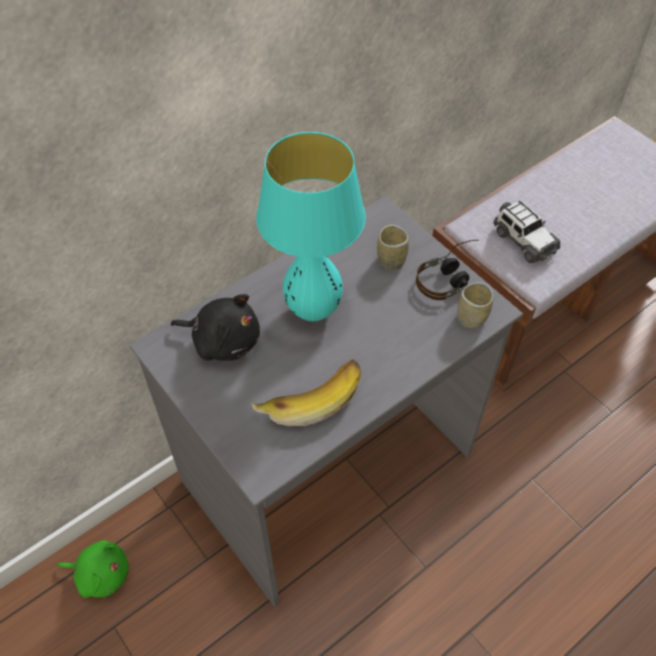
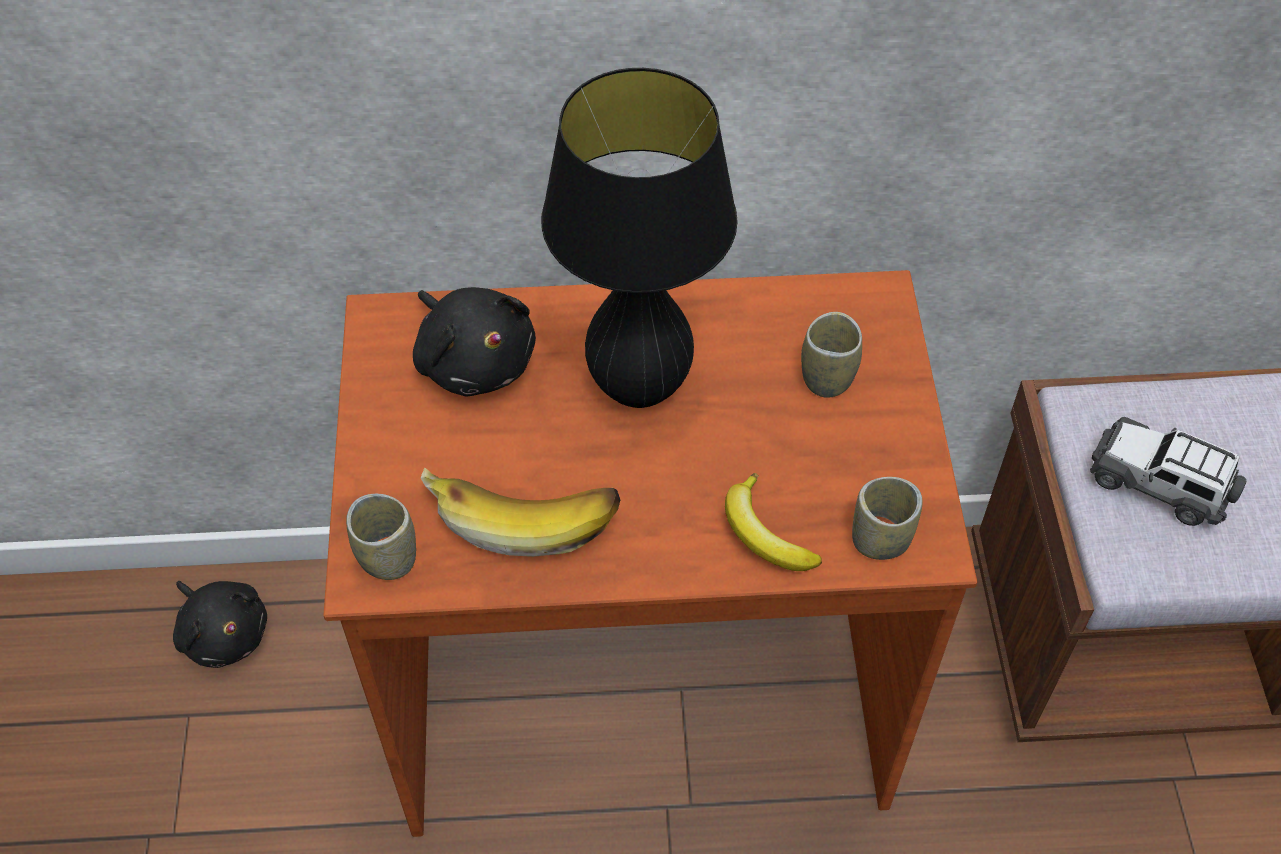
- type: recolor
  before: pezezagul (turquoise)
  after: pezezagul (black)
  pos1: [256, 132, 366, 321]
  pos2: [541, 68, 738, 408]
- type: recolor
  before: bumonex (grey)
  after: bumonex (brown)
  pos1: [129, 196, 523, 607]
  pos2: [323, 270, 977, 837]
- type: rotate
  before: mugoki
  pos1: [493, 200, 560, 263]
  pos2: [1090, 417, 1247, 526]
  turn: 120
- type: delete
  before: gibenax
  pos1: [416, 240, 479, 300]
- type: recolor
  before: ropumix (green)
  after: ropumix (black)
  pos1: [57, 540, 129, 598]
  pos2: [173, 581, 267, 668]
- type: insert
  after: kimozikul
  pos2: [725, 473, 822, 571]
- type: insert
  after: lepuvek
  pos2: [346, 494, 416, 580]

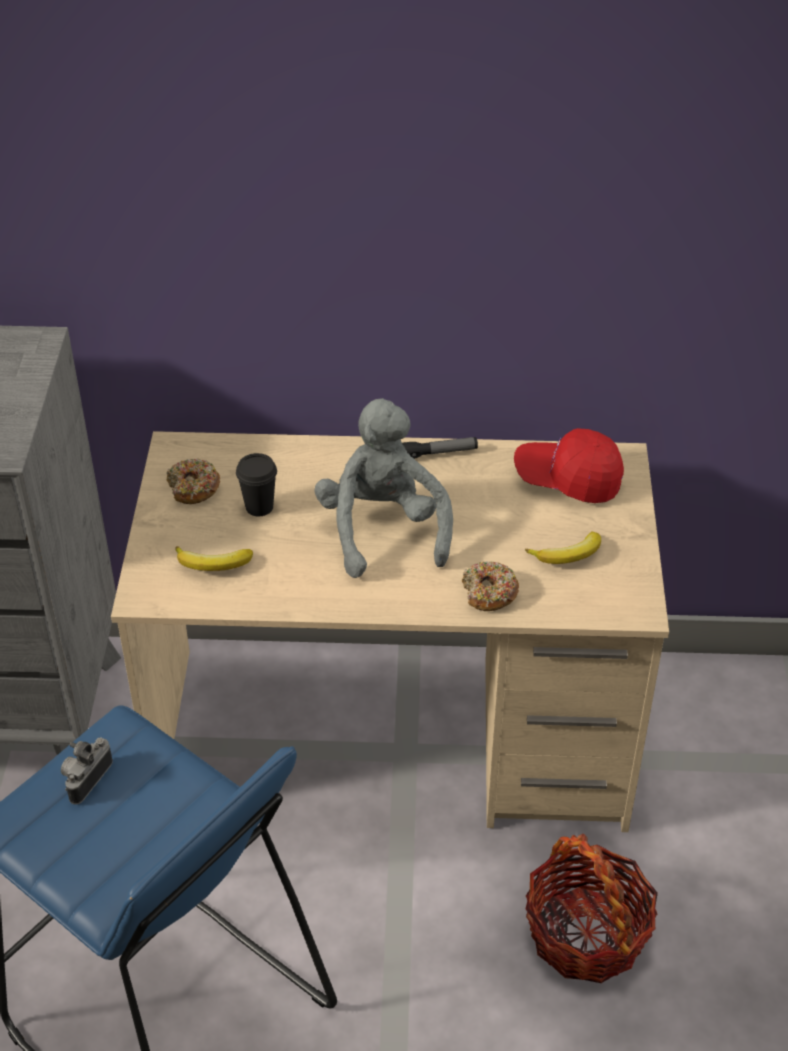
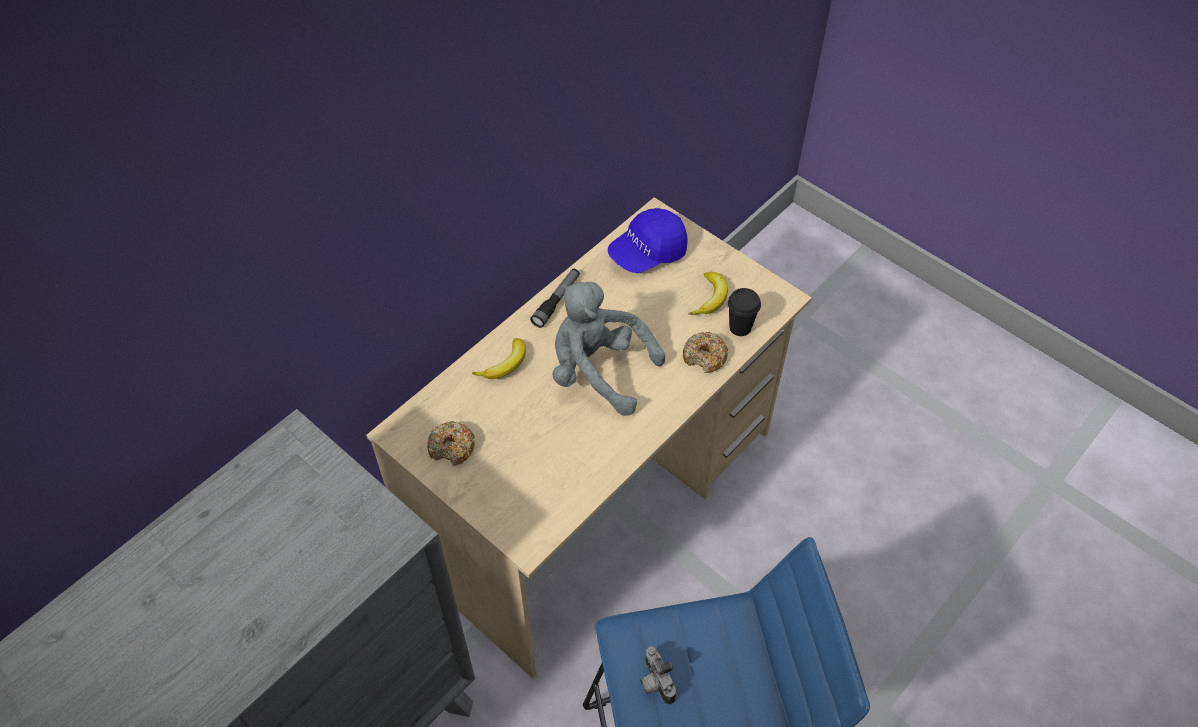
- type: recolor
  before: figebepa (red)
  after: figebepa (blue)
  pos1: [514, 428, 624, 503]
  pos2: [608, 208, 688, 273]
- type: move
  before: lepuvek (black)
  pos1: [236, 453, 277, 516]
  pos2: [728, 288, 761, 336]
- type: move
  before: kimozikul
  pos1: [175, 546, 253, 571]
  pos2: [472, 338, 526, 379]
- type: delete
  before: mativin
  pos1: [526, 834, 658, 983]

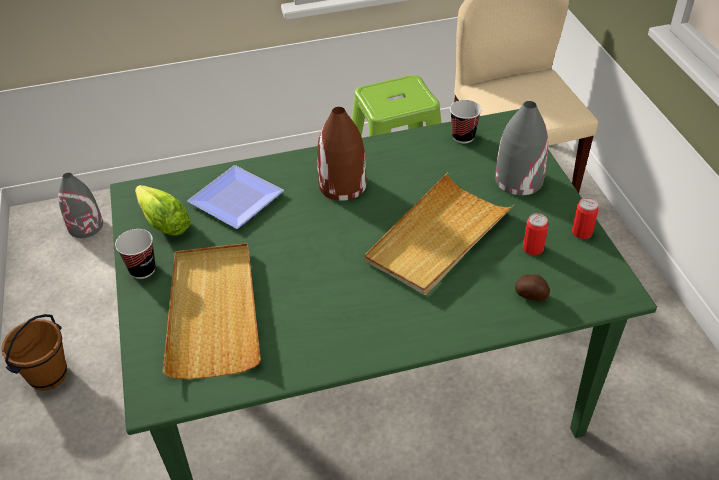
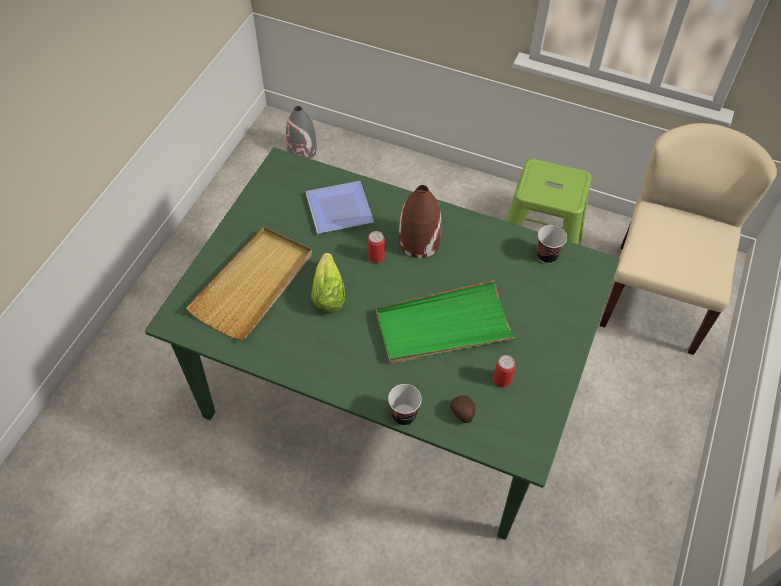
- type: delete
  before: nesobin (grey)
  pos1: [495, 101, 548, 195]
- type: recolor
  before: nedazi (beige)
  after: nedazi (green)
  pos1: [364, 173, 514, 296]
  pos2: [376, 280, 517, 364]
- type: move
  before: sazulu
  pos1: [135, 185, 191, 236]
  pos2: [311, 253, 345, 313]
- type: move
  before: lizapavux
  pos1: [572, 198, 599, 239]
  pos2: [368, 231, 385, 263]
- type: move
  before: lepuvek
  pos1: [115, 229, 156, 279]
  pos2: [388, 384, 422, 426]
- type: delete
  before: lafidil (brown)
  pos1: [1, 314, 67, 391]

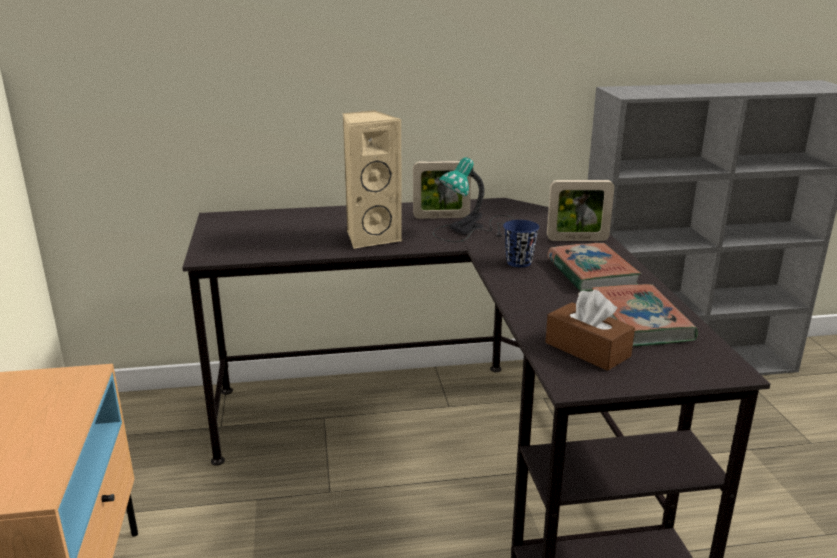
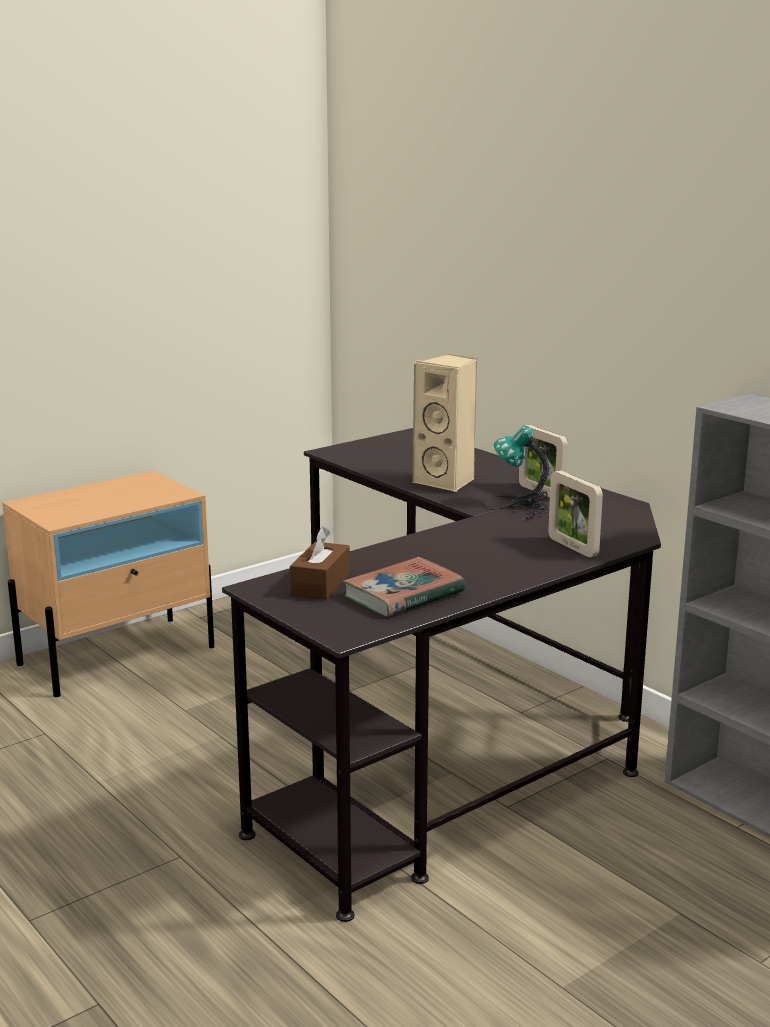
- type: delete
  before: lepuvek (blue)
  pos1: [503, 220, 539, 267]
- type: delete
  before: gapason
  pos1: [547, 243, 641, 292]

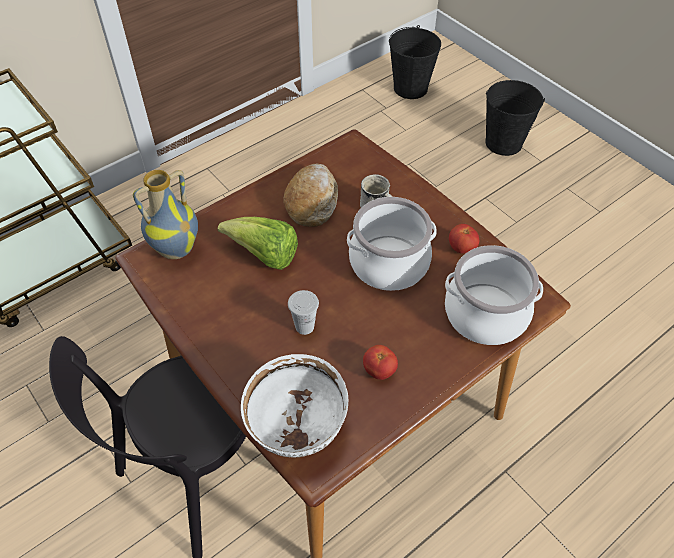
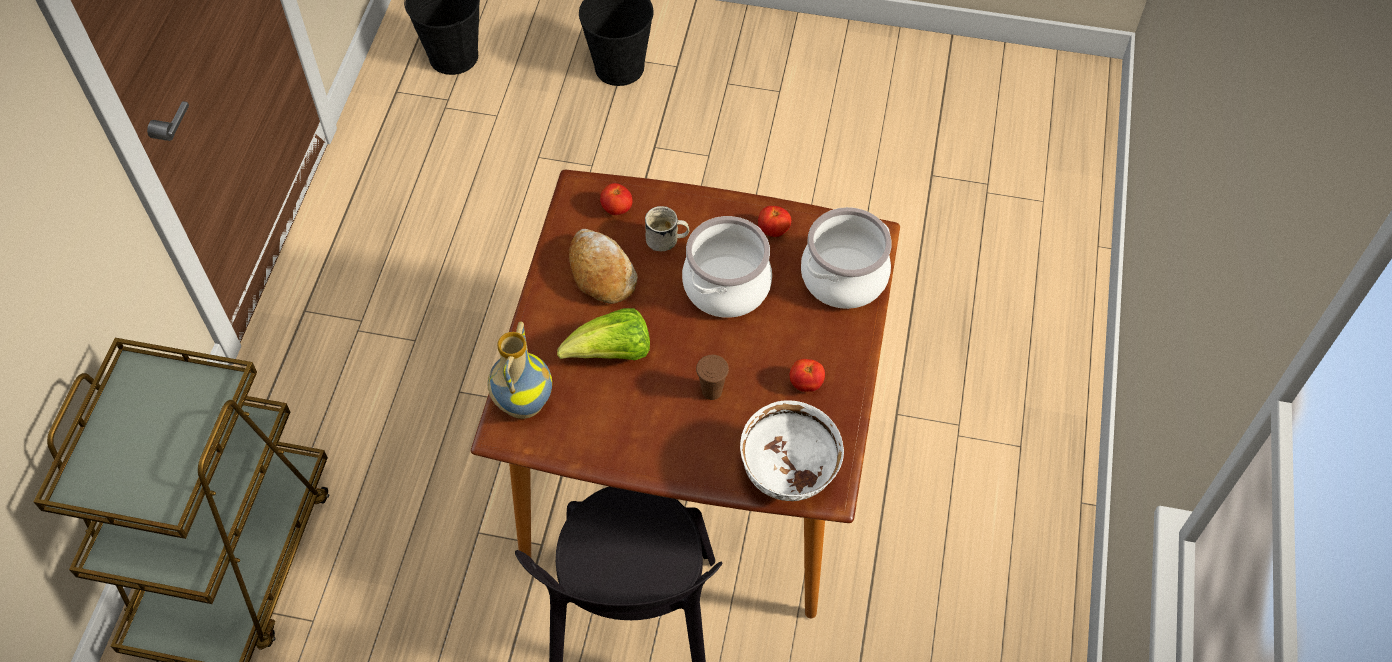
- type: recolor
  before: lepuvek (white)
  after: lepuvek (brown)
  pos1: [288, 290, 319, 335]
  pos2: [696, 355, 729, 400]
- type: insert
  after: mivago
  pos2: [600, 183, 633, 215]

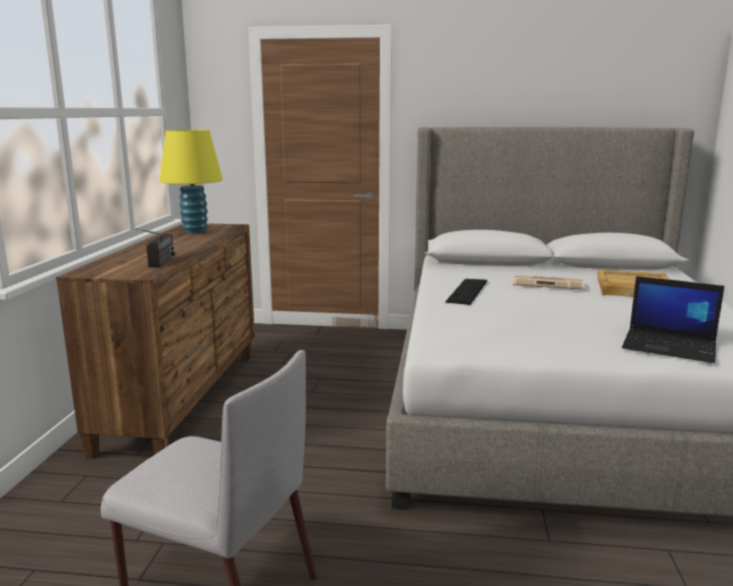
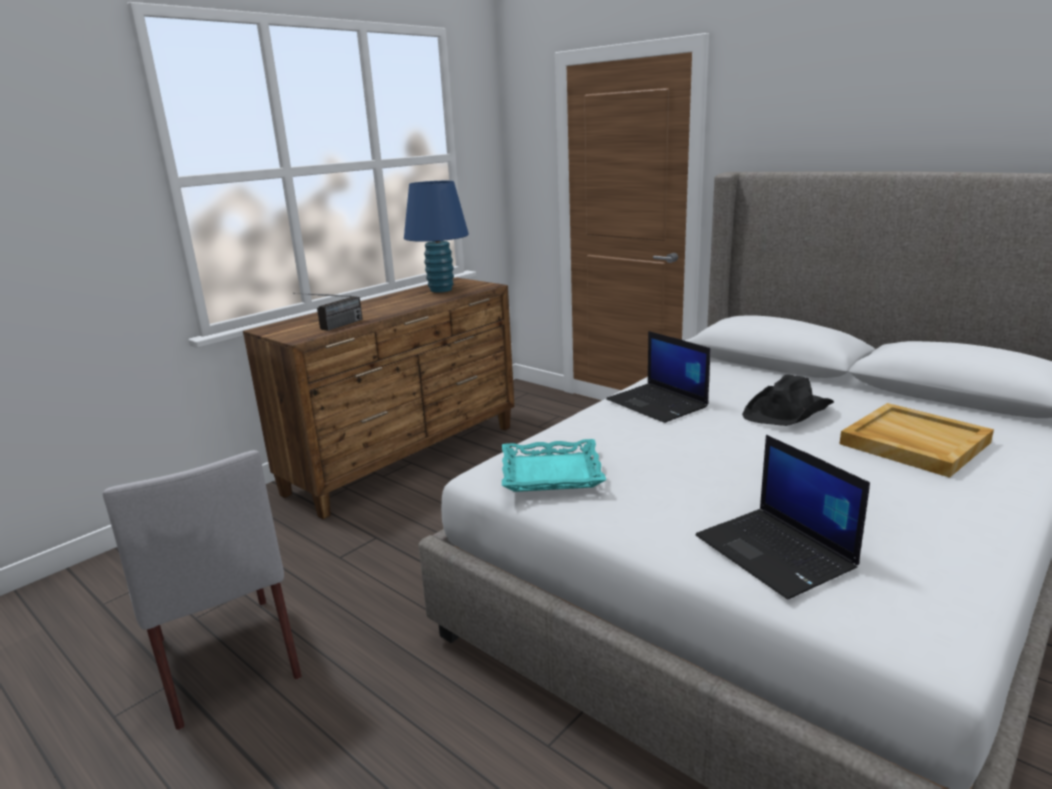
- type: recolor
  before: pezezagul (yellow)
  after: pezezagul (blue)
  pos1: [159, 130, 223, 234]
  pos2: [404, 181, 469, 293]
- type: replace
  before: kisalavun
  after: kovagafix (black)
  pos1: [513, 275, 585, 290]
  pos2: [742, 375, 834, 426]
- type: replace
  before: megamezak
  after: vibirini
  pos1: [445, 279, 487, 305]
  pos2: [606, 331, 710, 423]
- type: insert
  after: nedazi (turquoise)
  pos2: [502, 439, 606, 492]

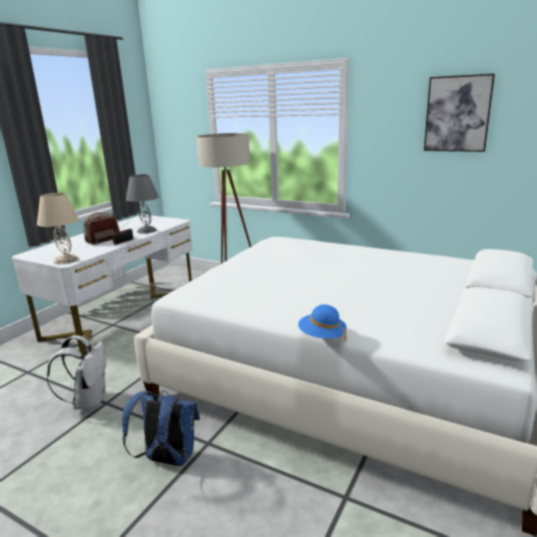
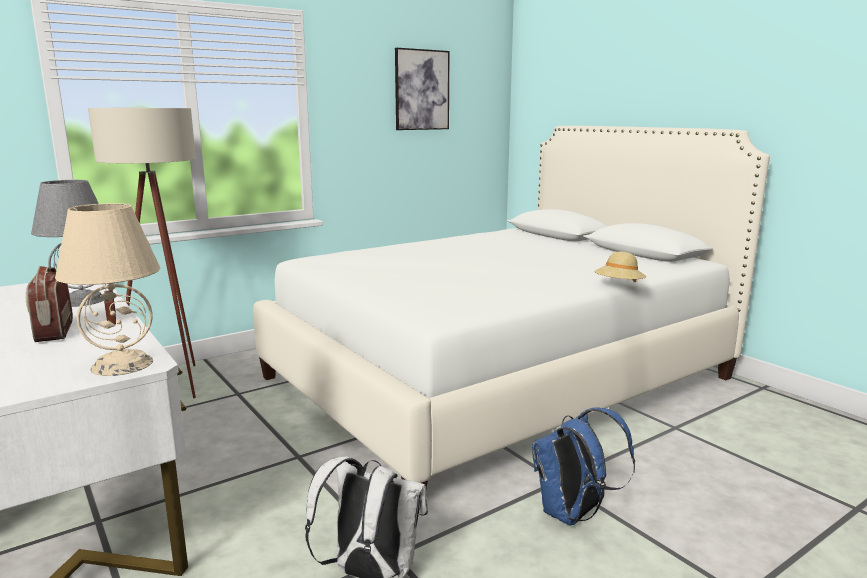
- type: recolor
  before: kovagafix (blue)
  after: kovagafix (beige)
  pos1: [298, 304, 347, 341]
  pos2: [594, 252, 646, 282]

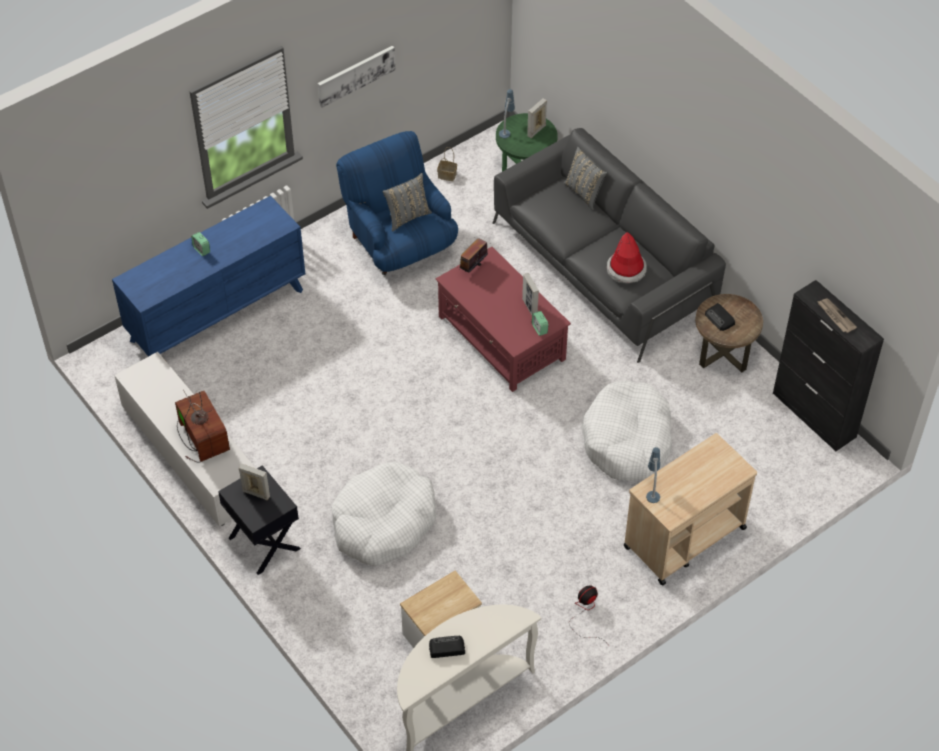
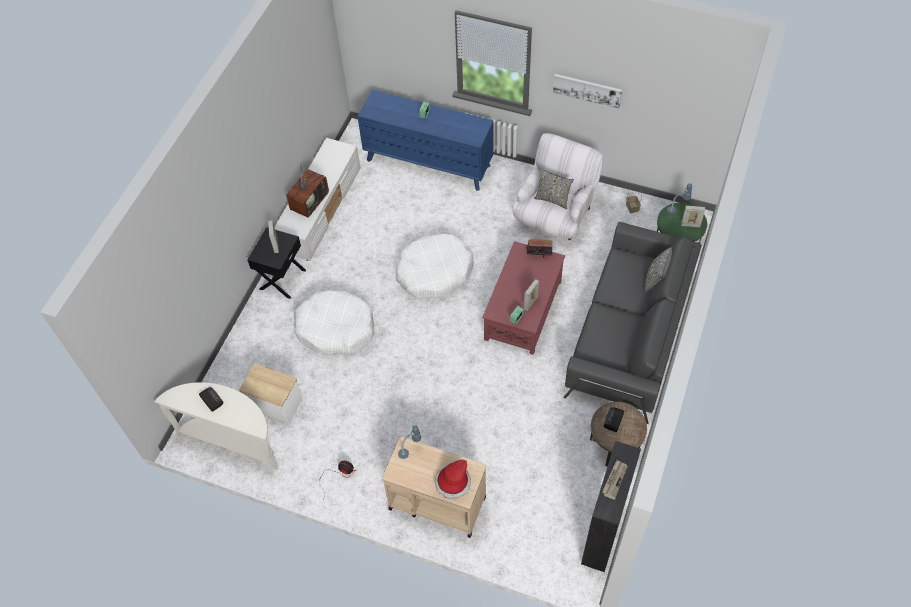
- type: recolor
  before: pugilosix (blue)
  after: pugilosix (white)
  pos1: [336, 131, 458, 275]
  pos2: [513, 133, 604, 240]
- type: move
  before: kovagafix
  pos1: [607, 232, 647, 283]
  pos2: [435, 460, 471, 499]
- type: move
  before: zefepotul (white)
  pos1: [581, 381, 672, 481]
  pos2: [396, 234, 474, 299]

